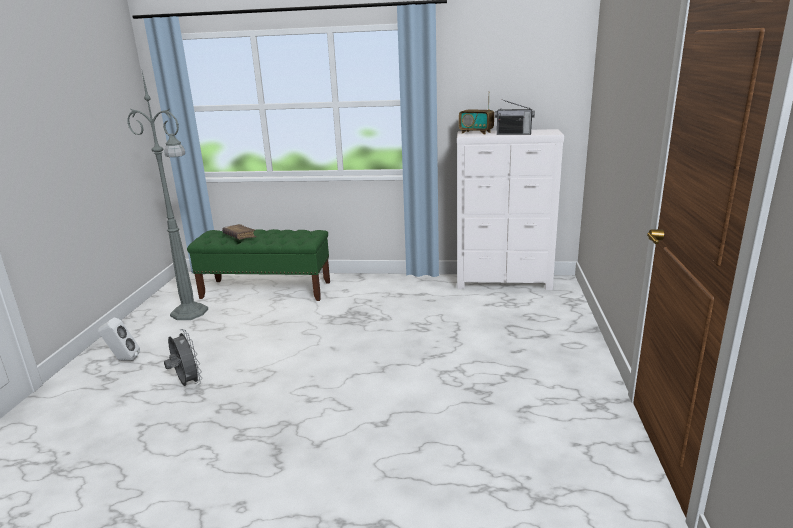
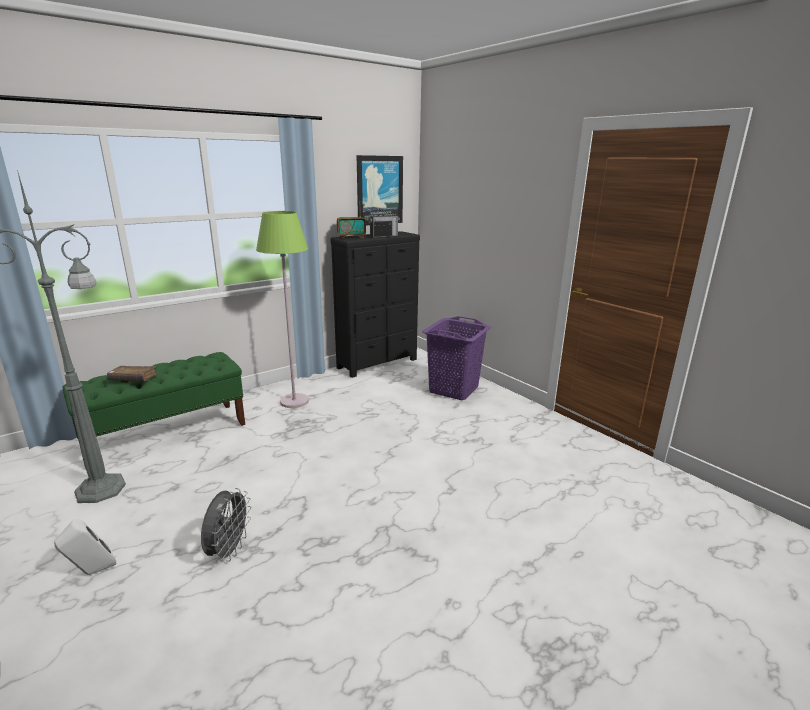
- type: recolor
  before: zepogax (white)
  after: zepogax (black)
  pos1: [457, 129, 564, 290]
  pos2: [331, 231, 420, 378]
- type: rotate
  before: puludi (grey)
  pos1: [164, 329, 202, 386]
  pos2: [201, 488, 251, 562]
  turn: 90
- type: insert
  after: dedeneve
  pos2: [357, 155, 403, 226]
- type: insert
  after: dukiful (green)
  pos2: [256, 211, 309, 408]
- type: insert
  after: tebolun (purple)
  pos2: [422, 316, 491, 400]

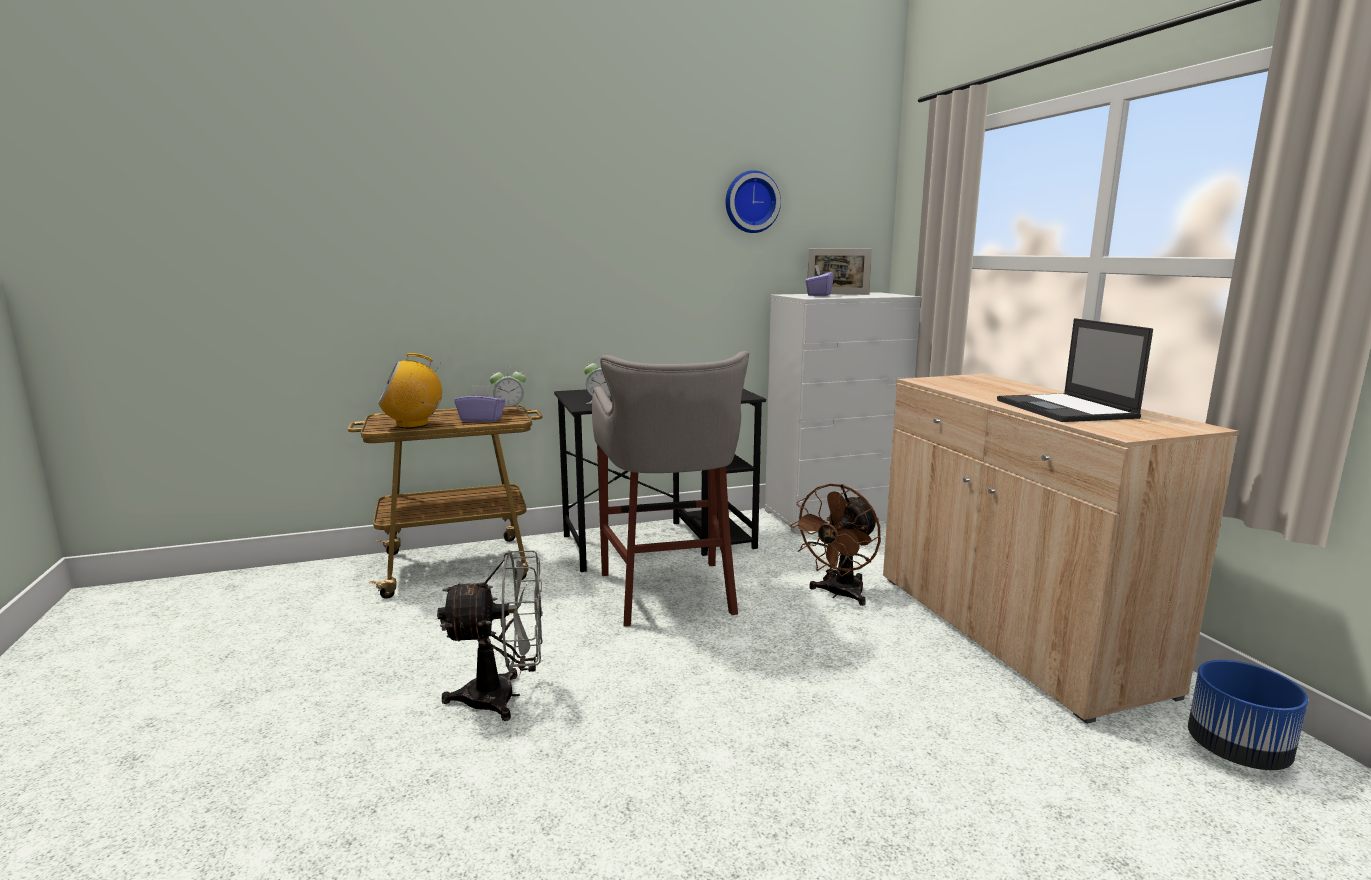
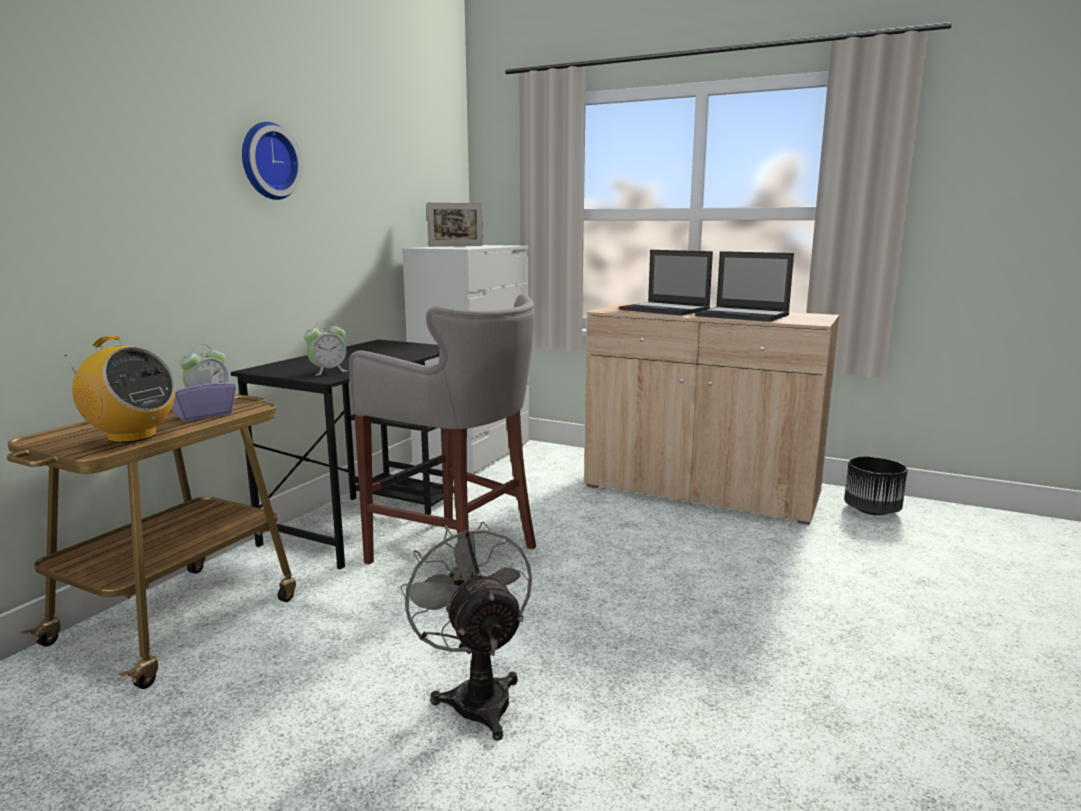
- type: move
  before: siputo
  pos1: [726, 170, 781, 233]
  pos2: [242, 122, 303, 200]
- type: delete
  before: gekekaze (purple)
  pos1: [805, 265, 834, 296]
- type: rotate
  before: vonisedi
  pos1: [378, 353, 442, 428]
  pos2: [64, 335, 176, 443]
  turn: -90
- type: delete
  before: puludi (brown)
  pos1: [790, 484, 881, 606]
- type: rotate
  before: puludi (grey)
  pos1: [437, 550, 543, 721]
  pos2: [400, 521, 532, 741]
  turn: -60
- type: recolor
  before: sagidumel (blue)
  after: sagidumel (black)
  pos1: [1188, 660, 1308, 770]
  pos2: [844, 457, 908, 515]
- type: insert
  after: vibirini
  pos2: [619, 250, 713, 315]

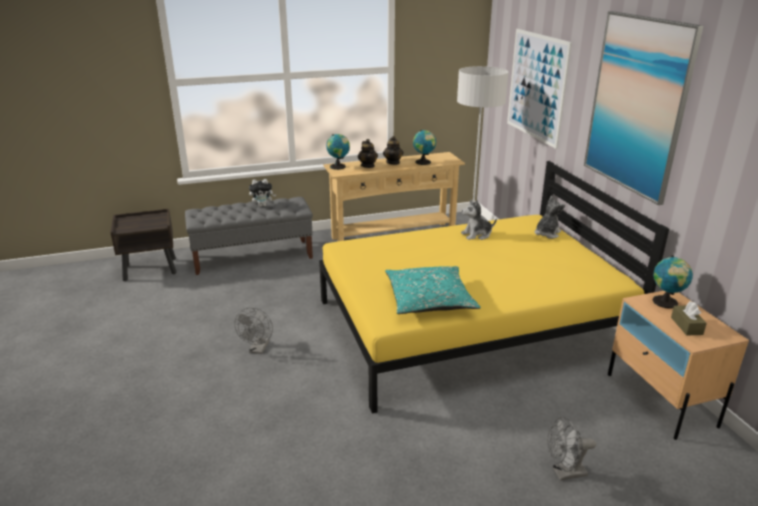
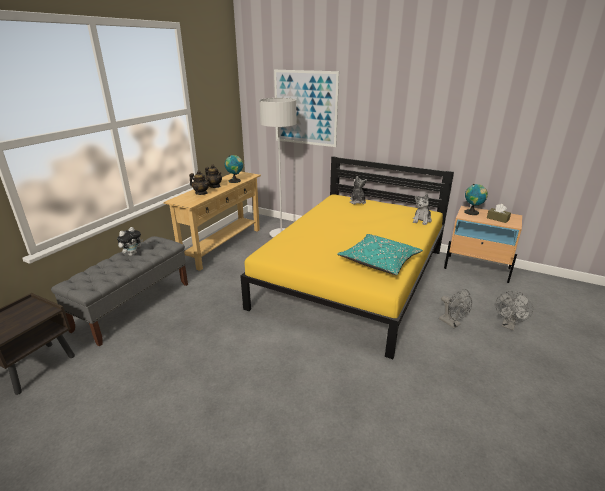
- type: delete
  before: dedeneve
  pos1: [584, 11, 703, 205]
- type: delete
  before: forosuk
  pos1: [326, 134, 350, 170]
- type: move
  before: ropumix
  pos1: [461, 200, 497, 240]
  pos2: [413, 194, 432, 225]
- type: move
  before: puludi (grey)
  pos1: [234, 307, 273, 354]
  pos2: [439, 289, 472, 328]

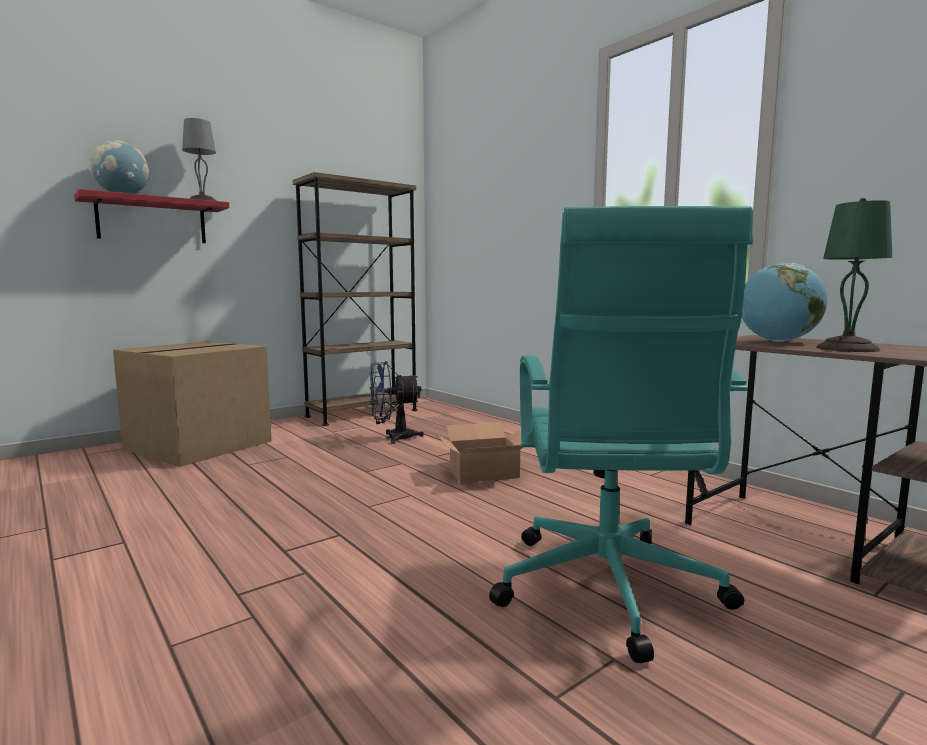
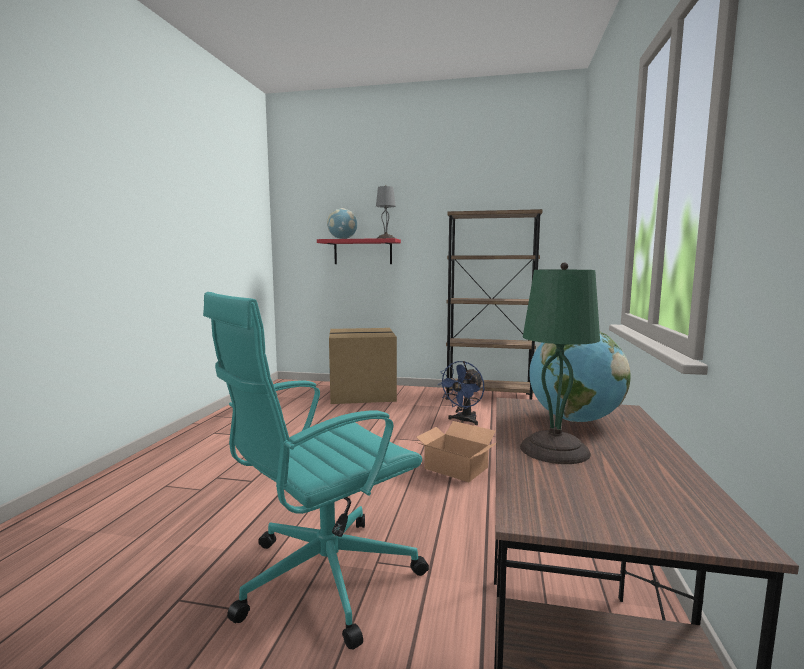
- type: rotate
  before: puludi (blue)
  pos1: [370, 361, 424, 444]
  pos2: [437, 361, 485, 425]
  turn: -90

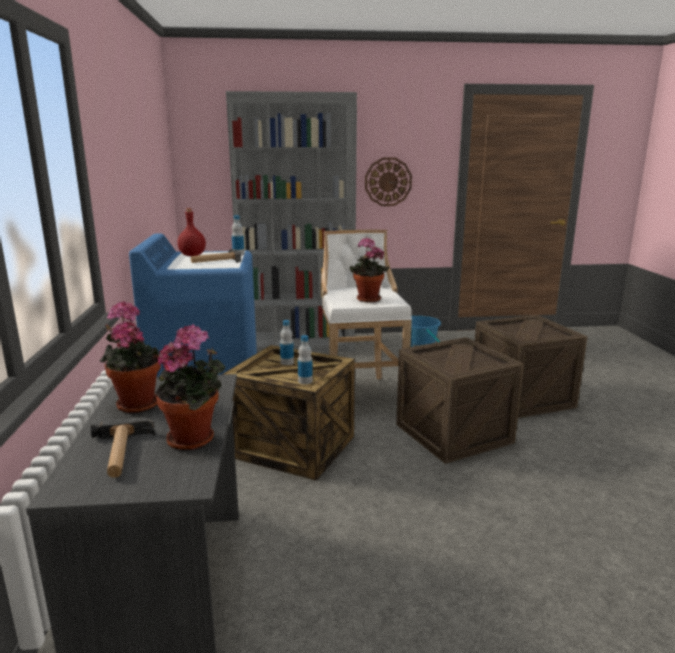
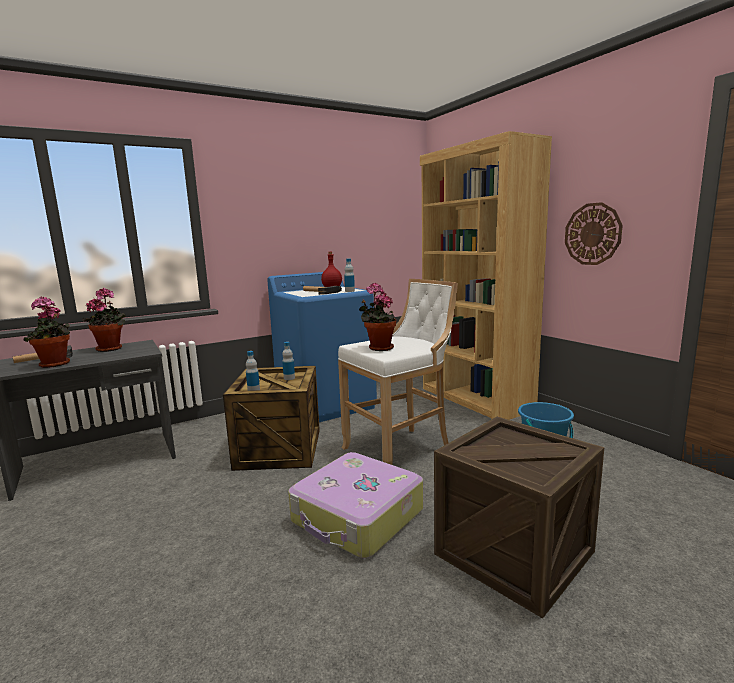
- type: recolor
  before: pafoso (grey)
  after: pafoso (brown)
  pos1: [226, 91, 357, 353]
  pos2: [420, 131, 552, 420]
- type: replace
  before: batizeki
  after: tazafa
  pos1: [396, 337, 524, 464]
  pos2: [288, 452, 423, 558]

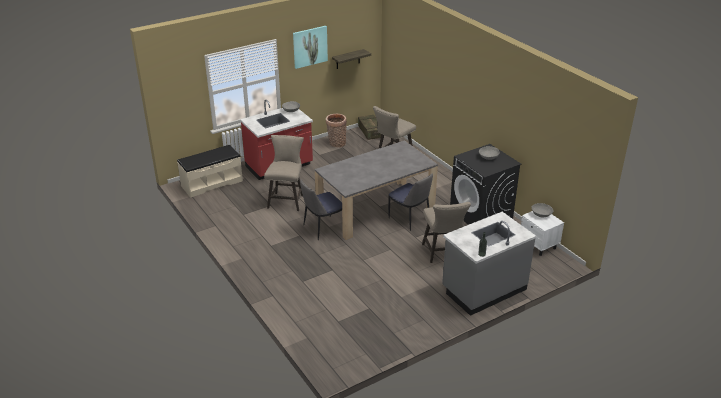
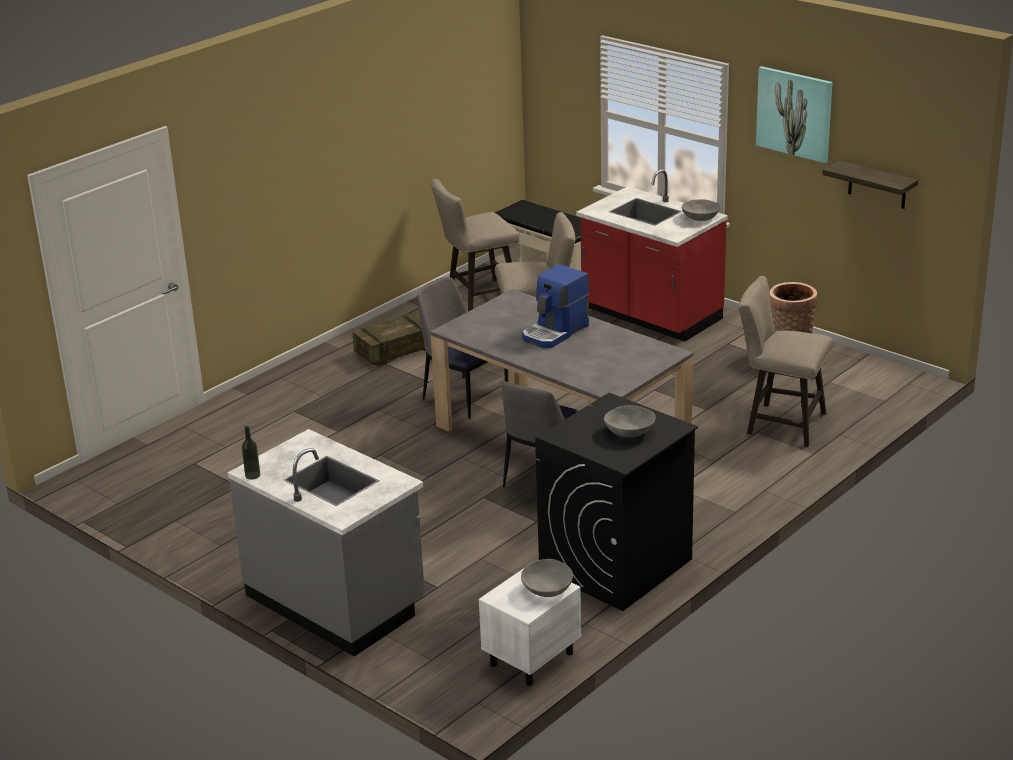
- type: move
  before: batizeki
  pos1: [358, 115, 381, 140]
  pos2: [353, 312, 426, 366]
- type: move
  before: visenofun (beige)
  pos1: [422, 202, 471, 263]
  pos2: [431, 179, 520, 311]
- type: insert
  after: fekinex
  pos2: [522, 264, 589, 348]

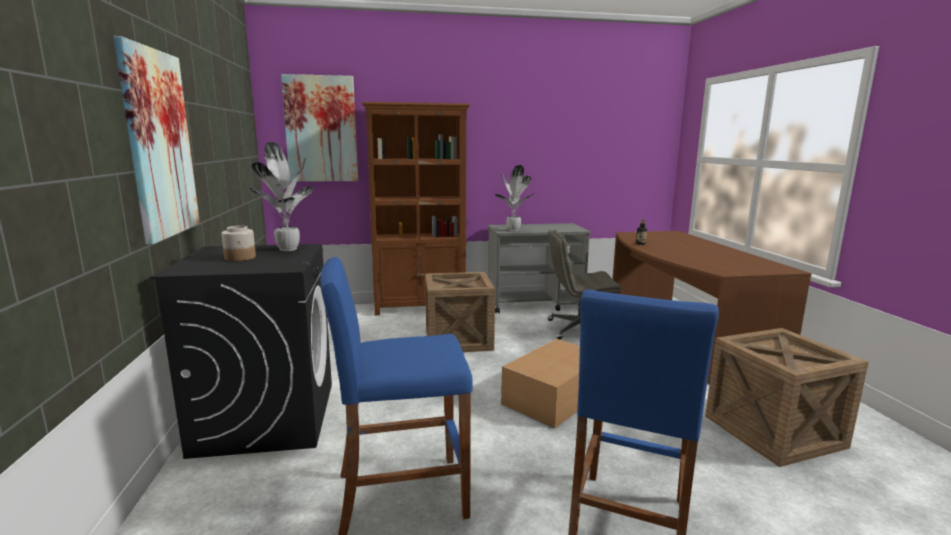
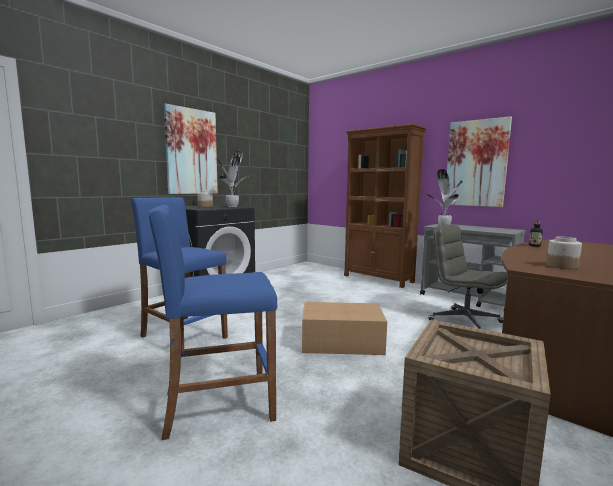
- type: move
  before: dedeneve
  pos1: [281, 74, 358, 182]
  pos2: [447, 116, 512, 207]
- type: delete
  before: batizeki
  pos1: [425, 272, 495, 352]
- type: insert
  after: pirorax
  pos2: [547, 236, 582, 269]

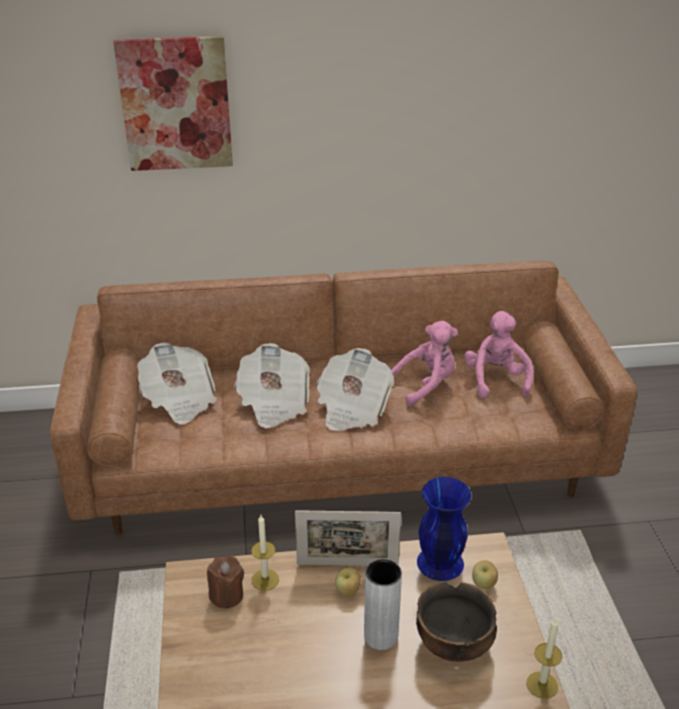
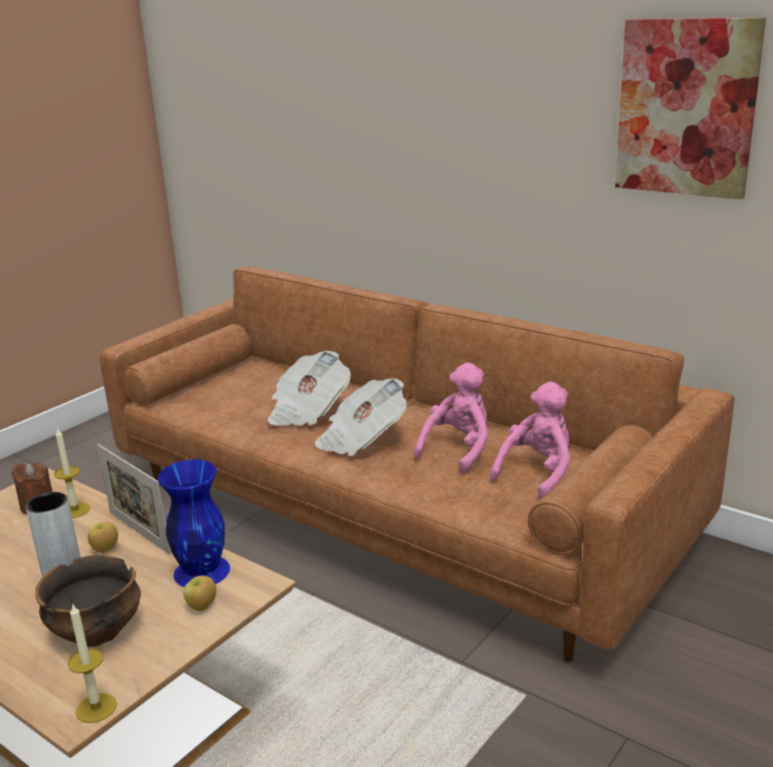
- type: move
  before: dedeneve
  pos1: [113, 36, 233, 171]
  pos2: [615, 18, 766, 200]
- type: rotate
  before: ropumix (pink)
  pos1: [391, 321, 458, 406]
  pos2: [414, 362, 489, 474]
  turn: -75
- type: delete
  before: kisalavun
  pos1: [137, 342, 217, 425]

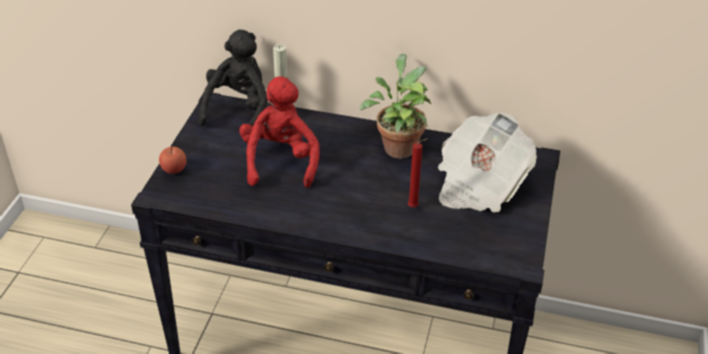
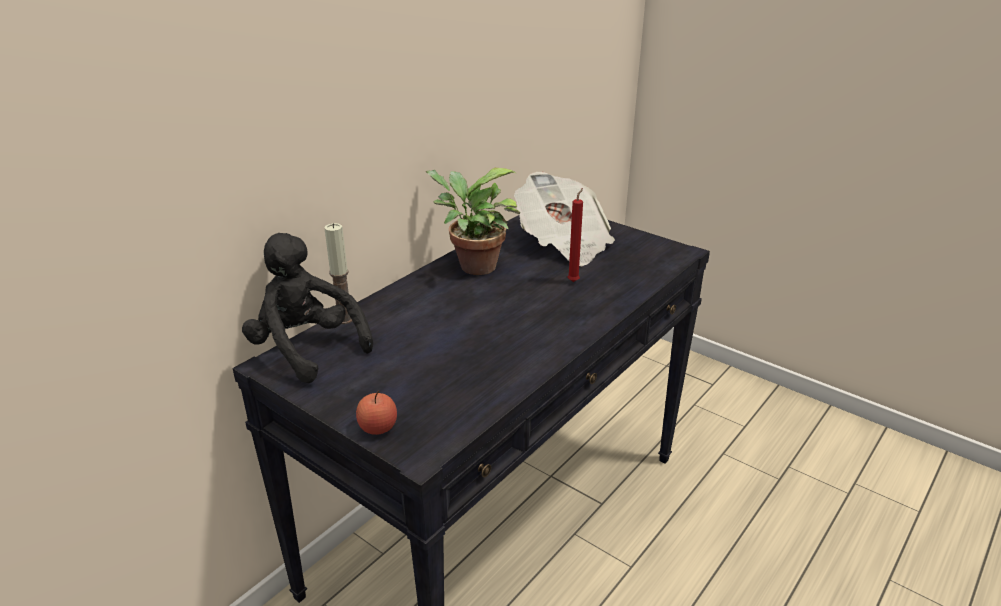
- type: delete
  before: ropumix (red)
  pos1: [239, 77, 320, 188]

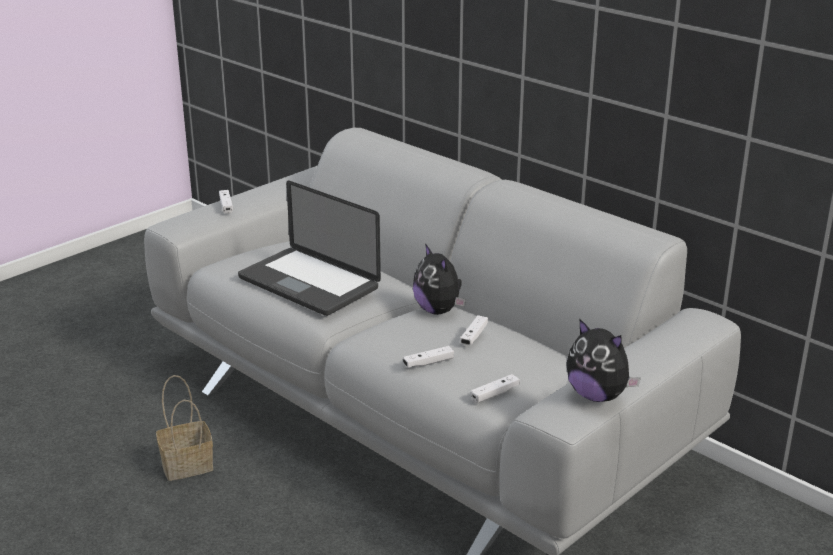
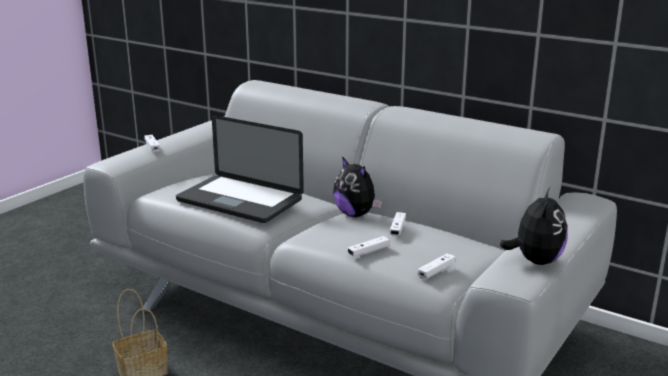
- type: rotate
  before: ropumix
  pos1: [566, 318, 641, 402]
  pos2: [500, 187, 568, 265]
  turn: -105

